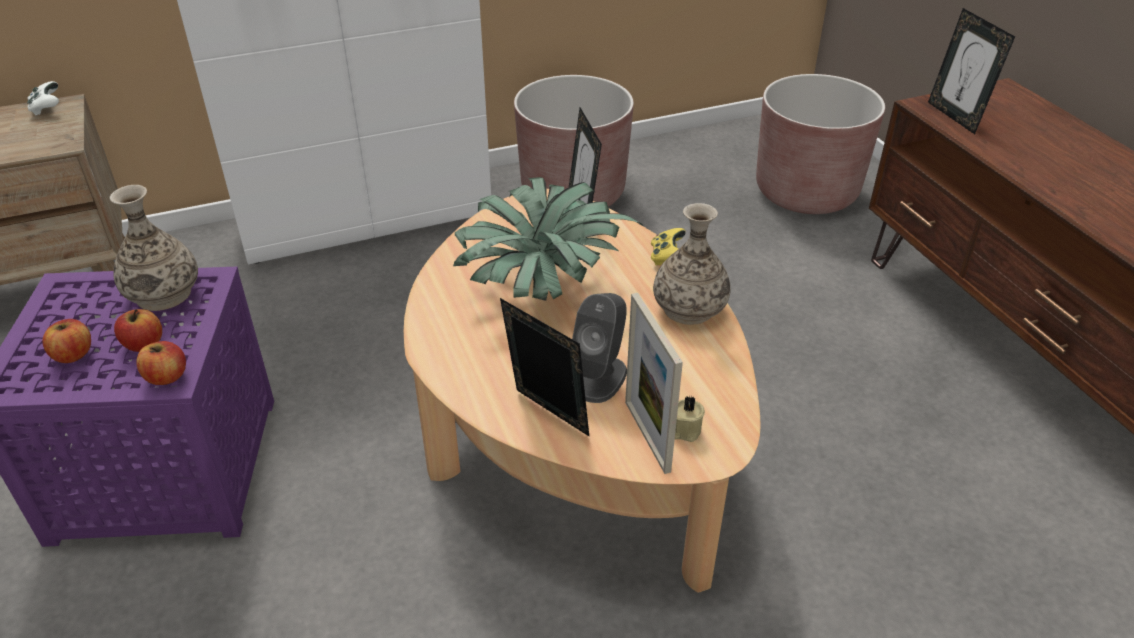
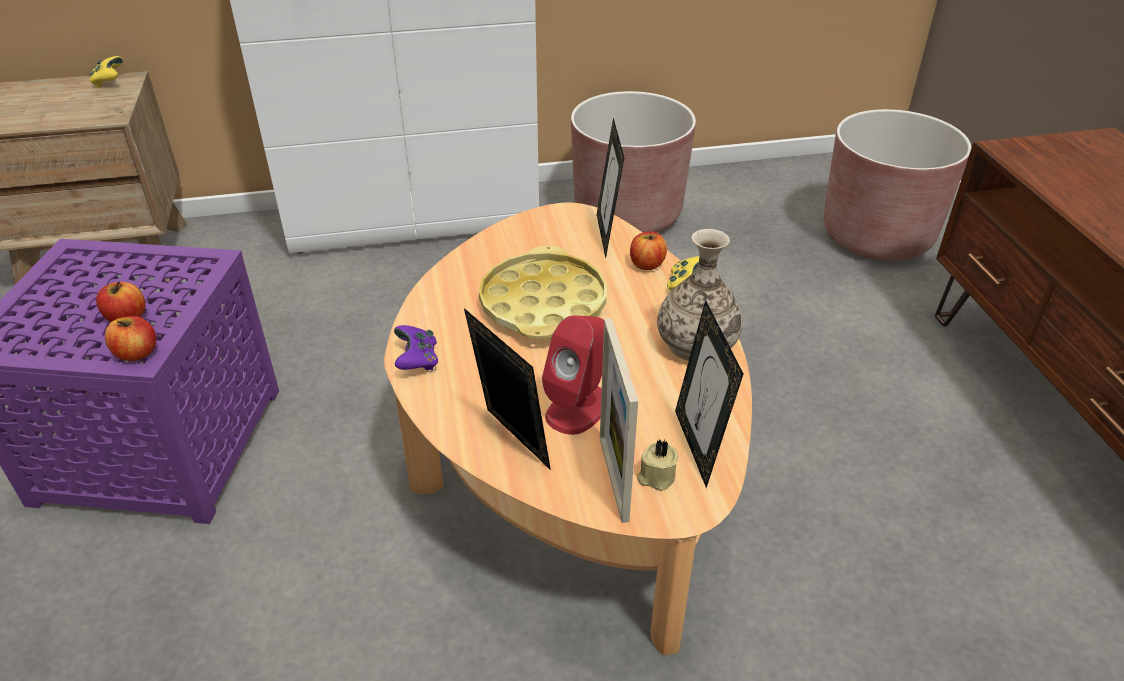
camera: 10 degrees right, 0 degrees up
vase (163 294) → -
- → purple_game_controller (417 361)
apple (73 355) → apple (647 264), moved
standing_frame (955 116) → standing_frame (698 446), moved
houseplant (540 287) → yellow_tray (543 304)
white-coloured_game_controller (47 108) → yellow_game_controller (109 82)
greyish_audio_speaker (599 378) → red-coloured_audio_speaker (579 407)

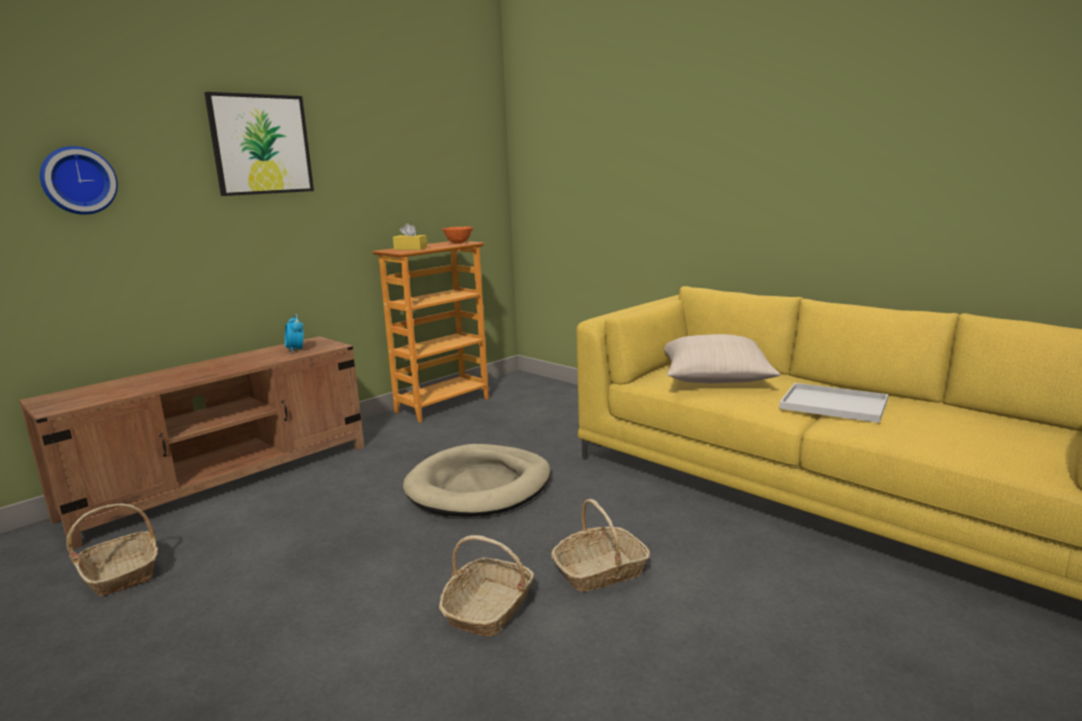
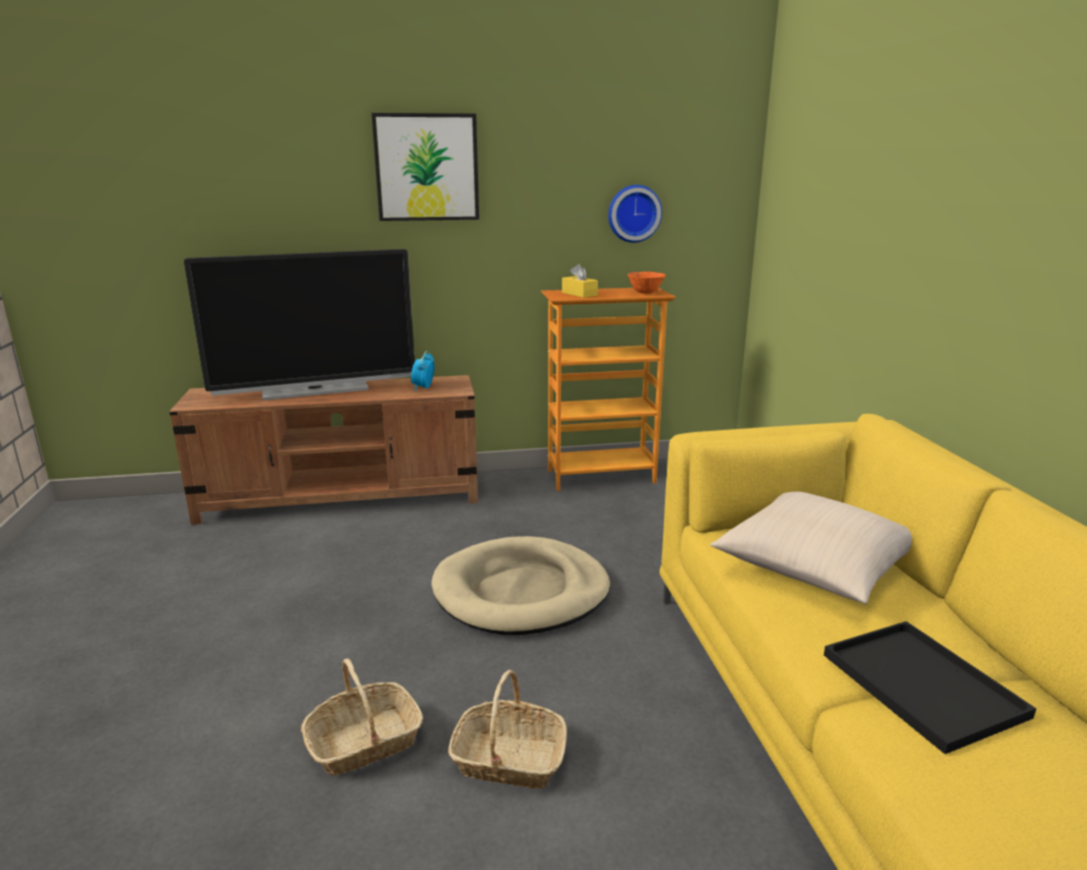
camera: 35 degrees right, 5 degrees up
basket (122 573) → -
- → television (315 390)
hanging_clock (78 180) → hanging_clock (633 213), moved
white-coloured_tray (831 404) → blackish_tray (918 683)

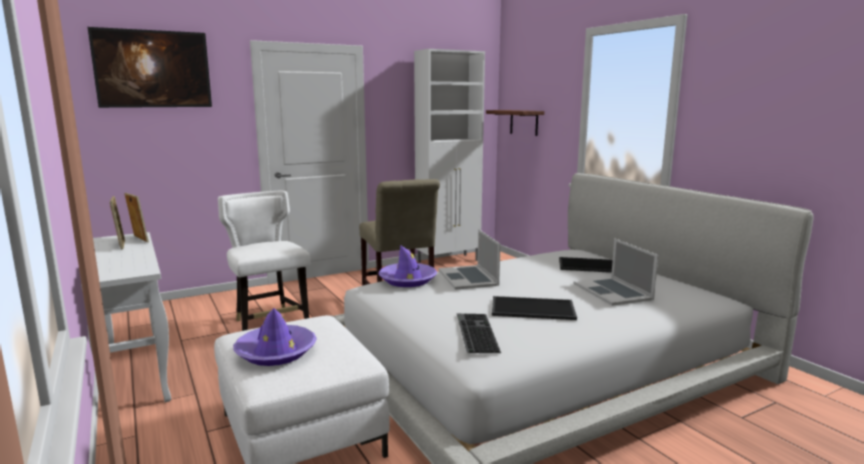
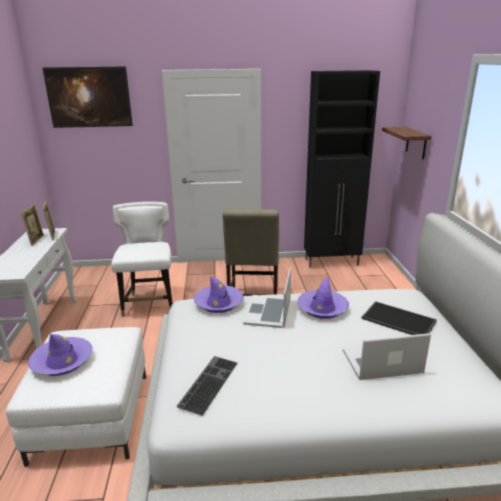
camera: 25 degrees right, 10 degrees up
tray (532 309) → -
- → purple_clothing_hat (322 308)
white-coloured_storage_cabinet (449 261) → blackish_storage_cabinet (332 262)
laptop (612 291) → laptop (382 362), 75 degrees clockwise

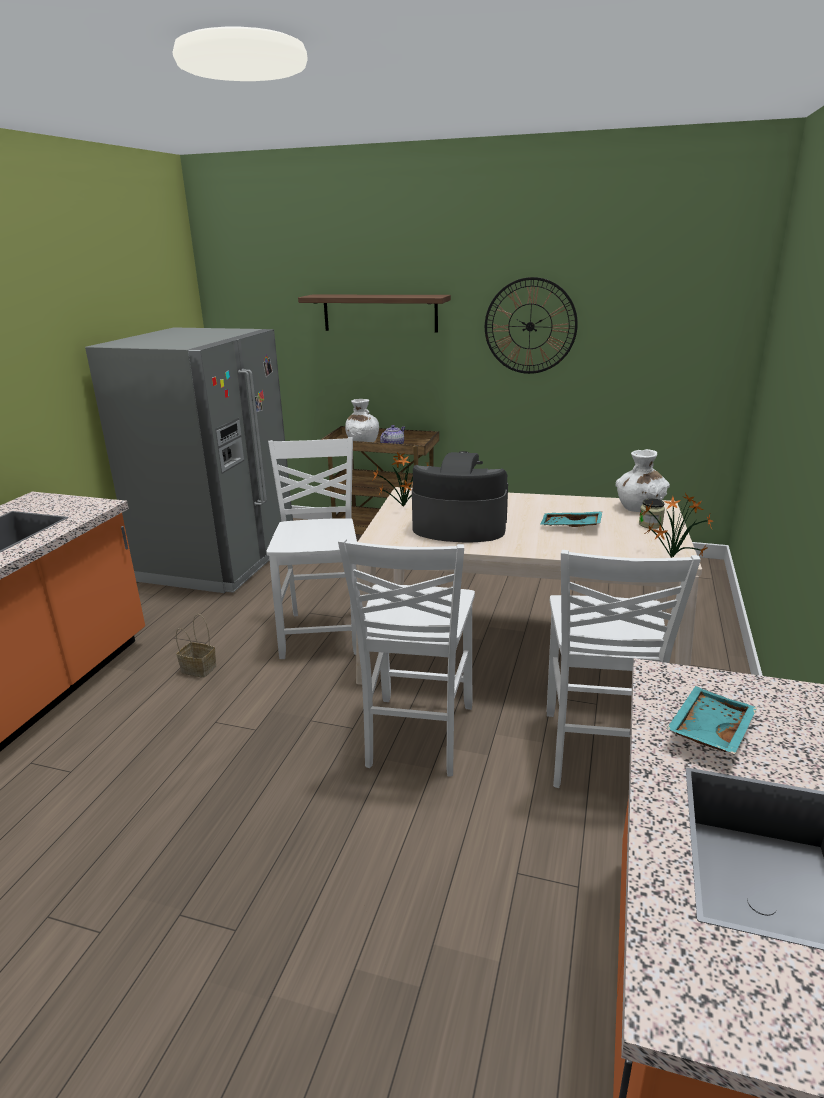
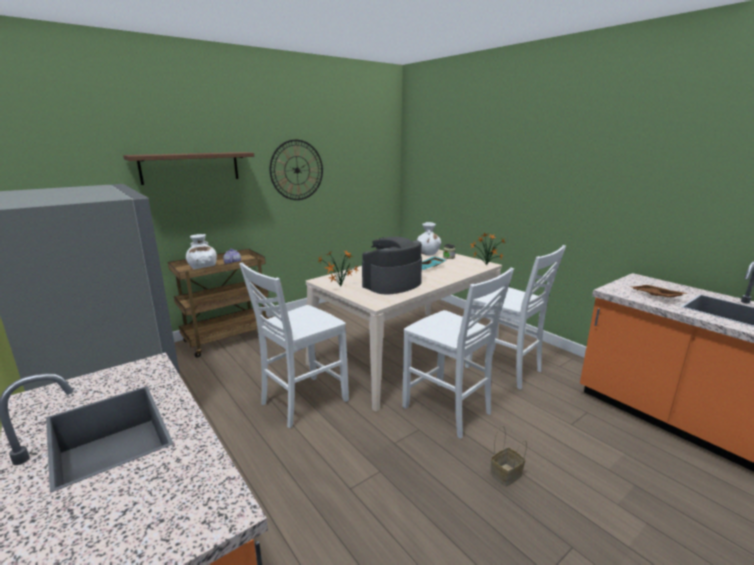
camera: 55 degrees left, 5 degrees down
basket (197 669) → basket (505 475), moved
blue-green_tray (708 730) → brown-coloured_tray (655 296)
white-coloured_upright_chair (323 632) → white-coloured_upright_chair (302 402), 75 degrees counterclockwise

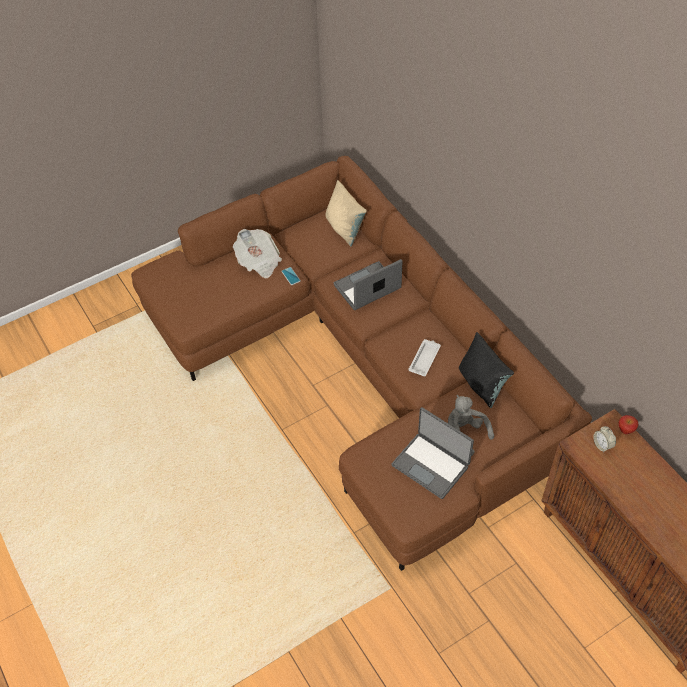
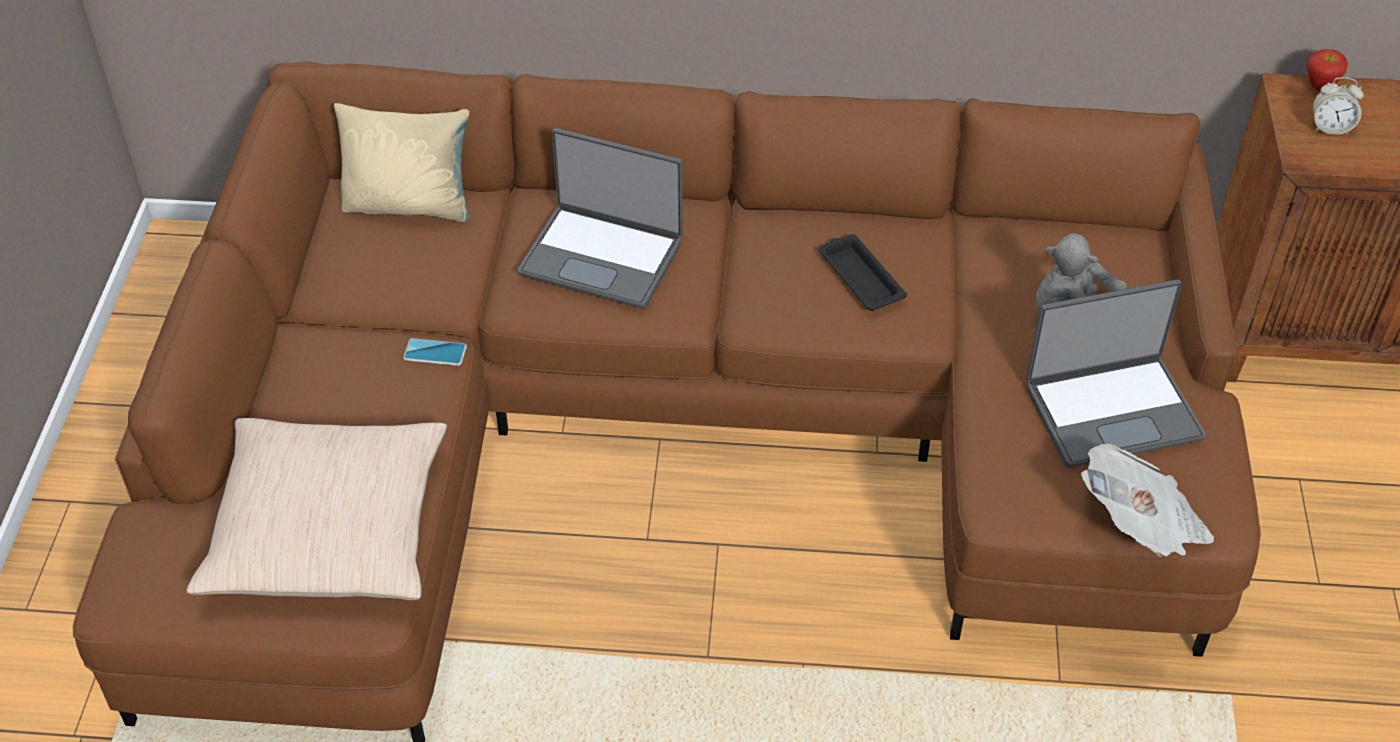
camera: 55 degrees left, 5 degrees down
blackish_pillow (481 384) → -
- → sand-coloured_pillow (329 529)
daily_paper (258 262) → daily_paper (1141 525), moved
white-coloured_tray (424 359) → blackish_tray (859 277)
laptop (368 288) → laptop (602 256), 75 degrees counterclockwise

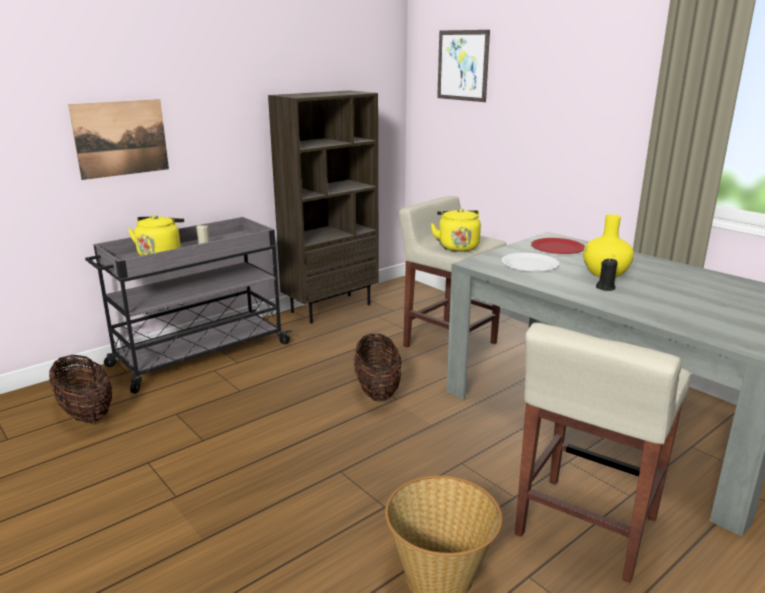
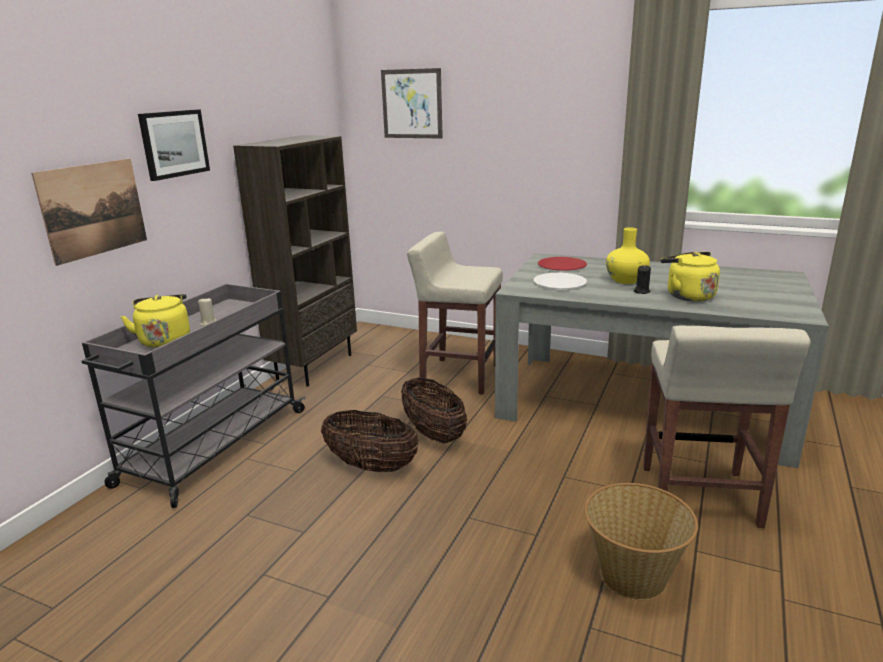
camera: 25 degrees left, 0 degrees up
- → wall_art (174 144)
basket (86 413) → basket (371 466), moved
yellow_water_kettle (457 246) → yellow_water_kettle (687 296), moved

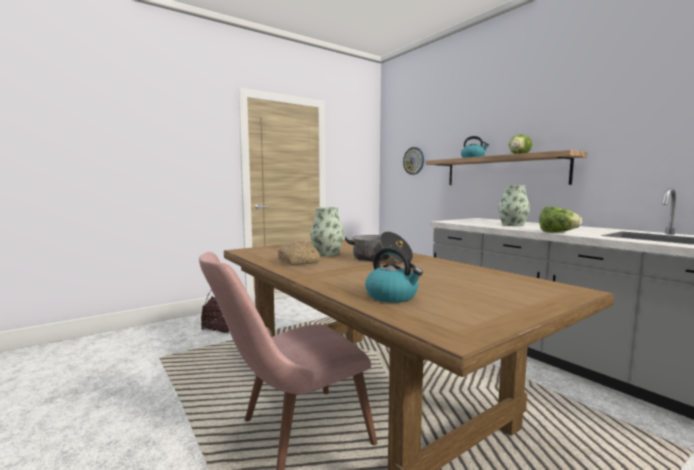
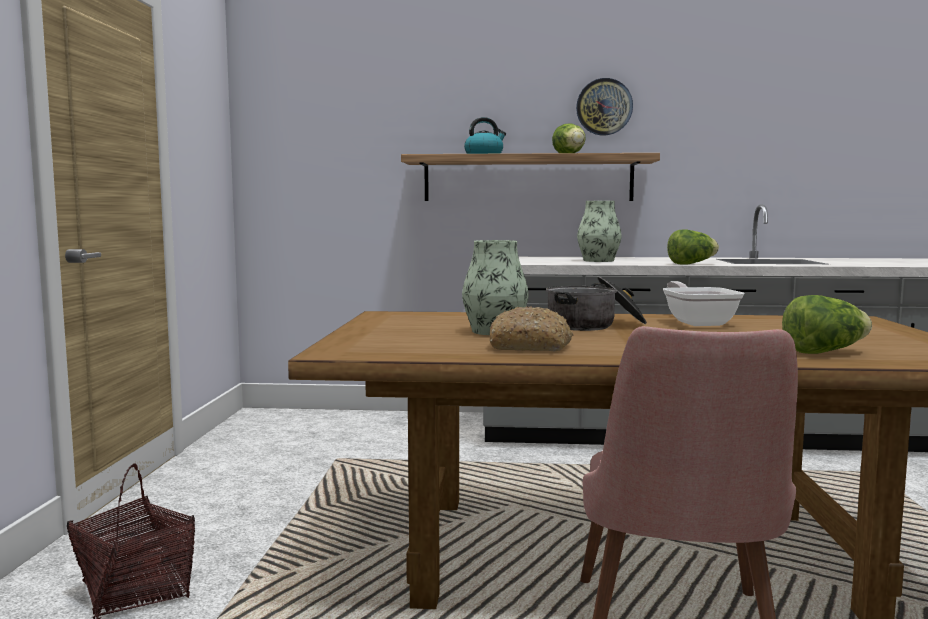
camera: 50 degrees left, 0 degrees up
- → pan (698 322)
hanging_clock (414 161) → hanging_clock (604 107), moved
water_kettle (392 296) → lettuce (823 352)

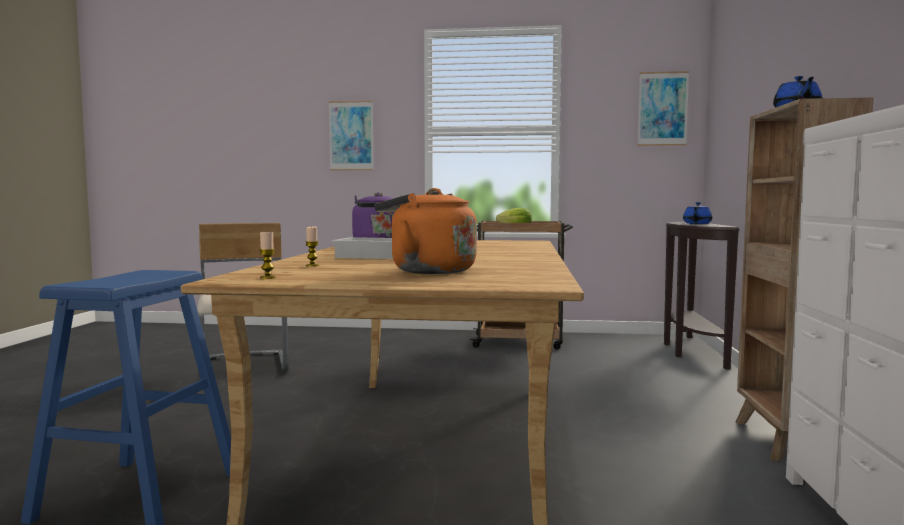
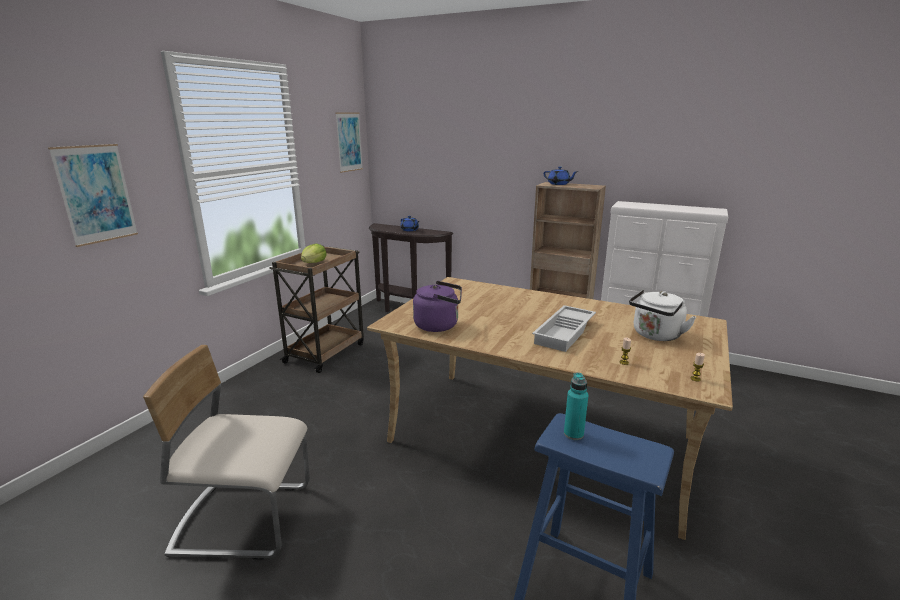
camera: 70 degrees left, 15 degrees up
- → blue-green_bottle (573 434)
orange_water_kettle (427 271) → white-coloured_water_kettle (655 335)

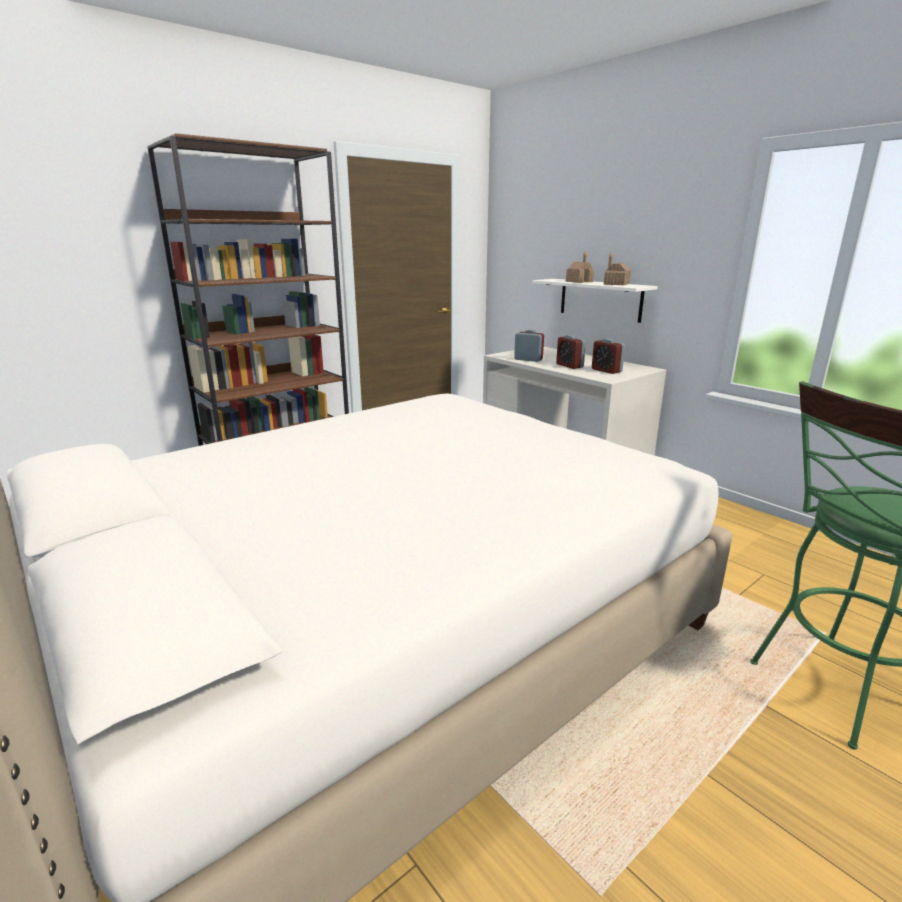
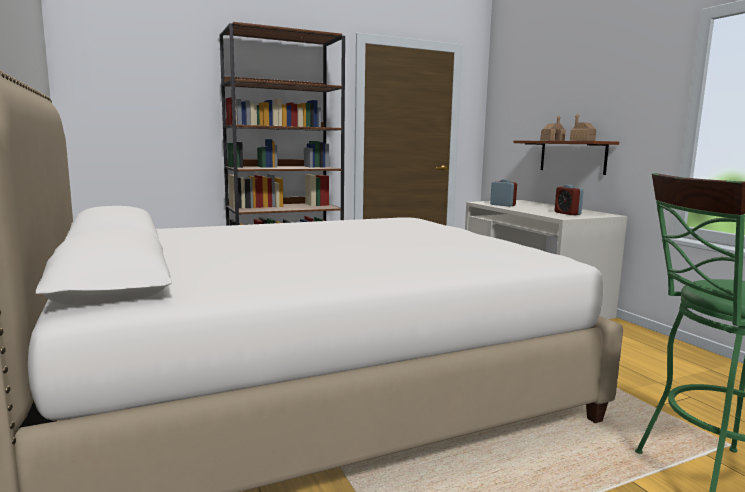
camera: 15 degrees right, 10 degrees down
alarm_clock (569 366) → -
white-coloured_shelf (600 299) → brown-coloured_shelf (572 156)

